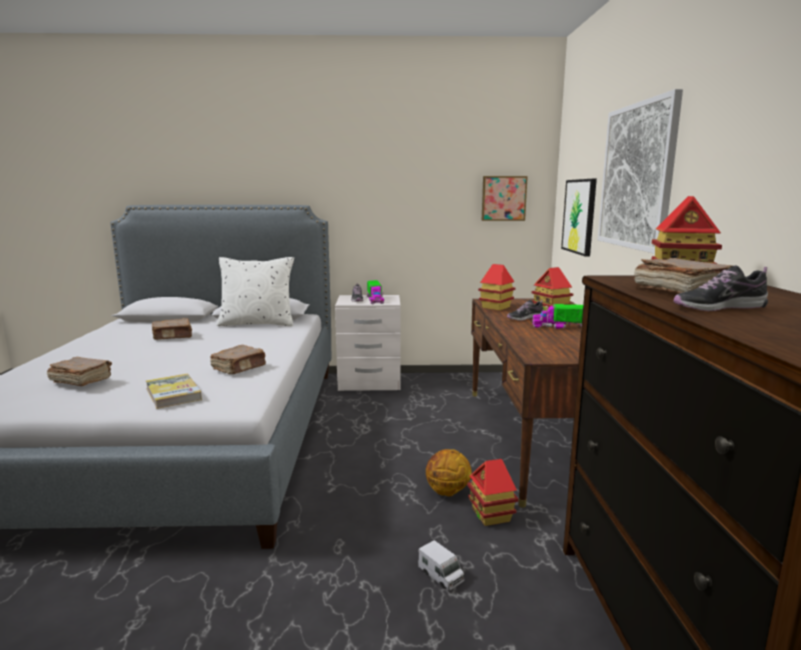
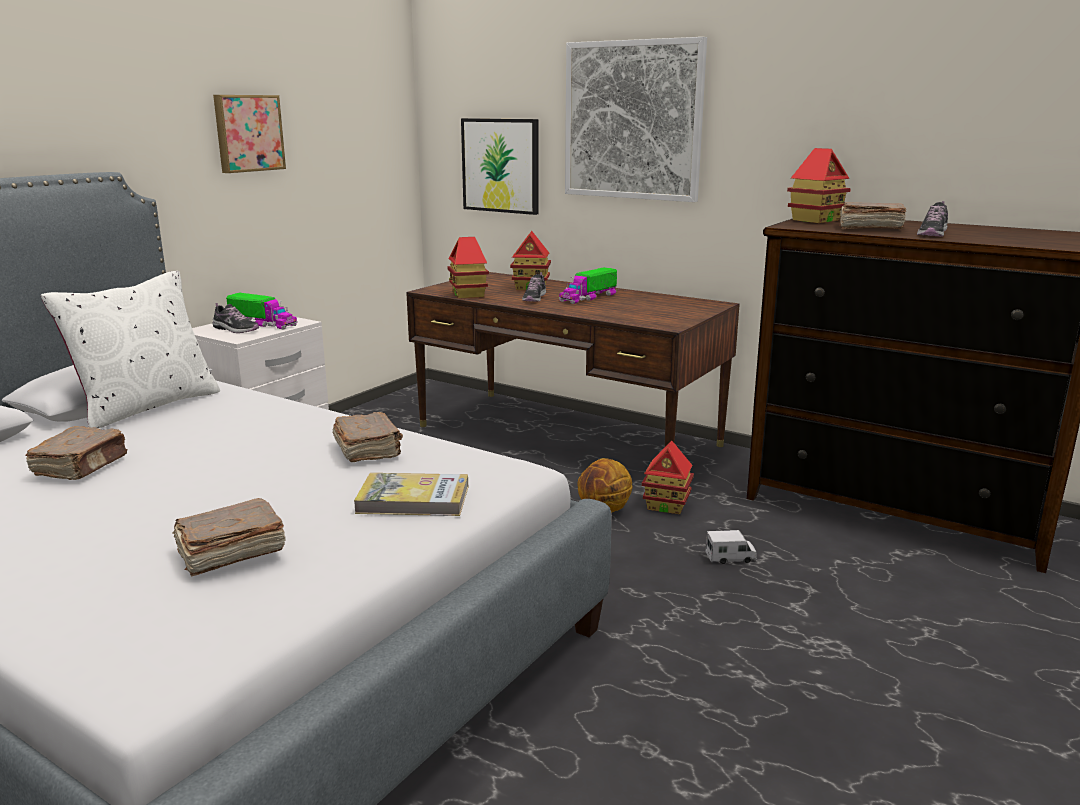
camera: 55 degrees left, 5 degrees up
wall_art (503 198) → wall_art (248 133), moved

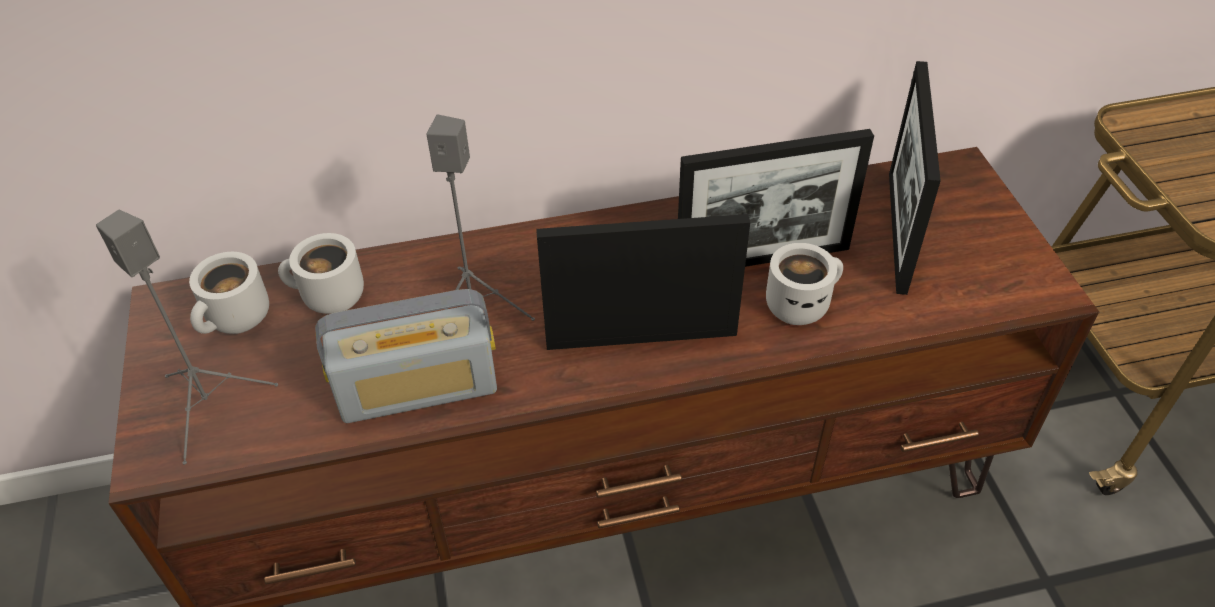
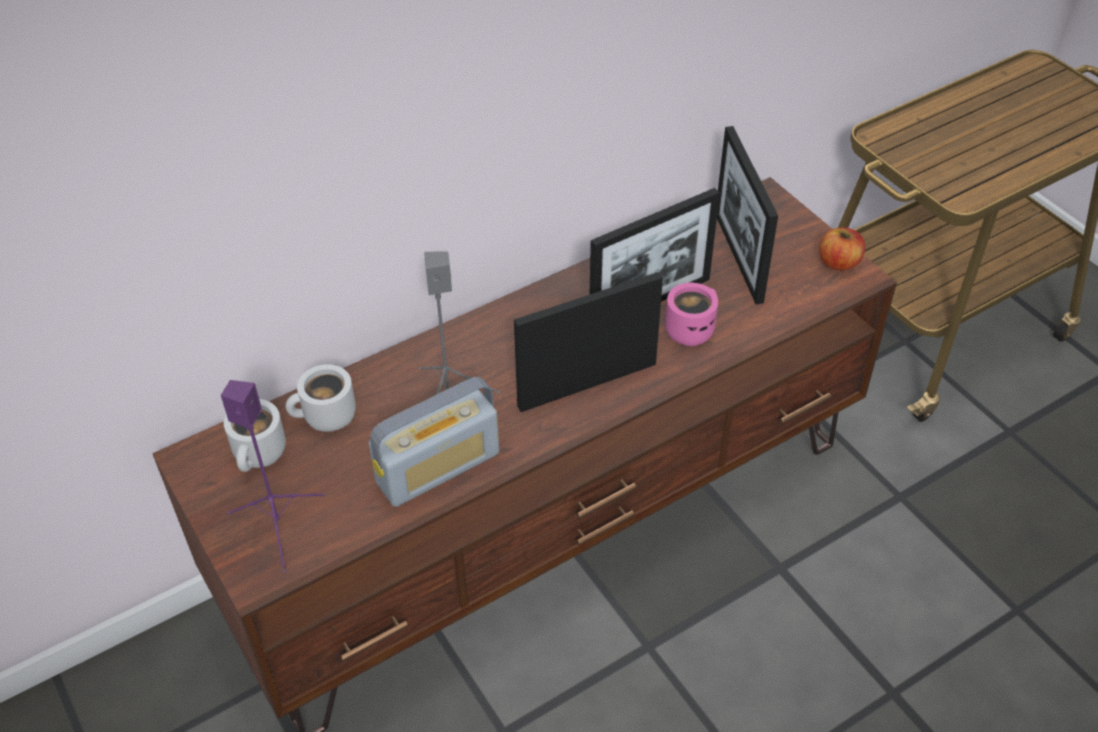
camera: 20 degrees left, 0 degrees up
- → apple (838 262)
greyish_audio_speaker (211 406) → purple_audio_speaker (279 524)
white-coloured_tea_mug (799 302) → pink-coloured_tea_mug (690 328)

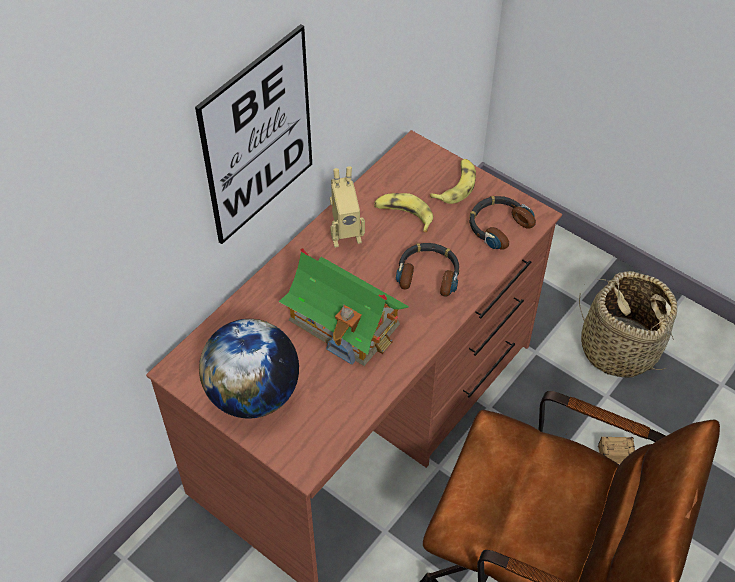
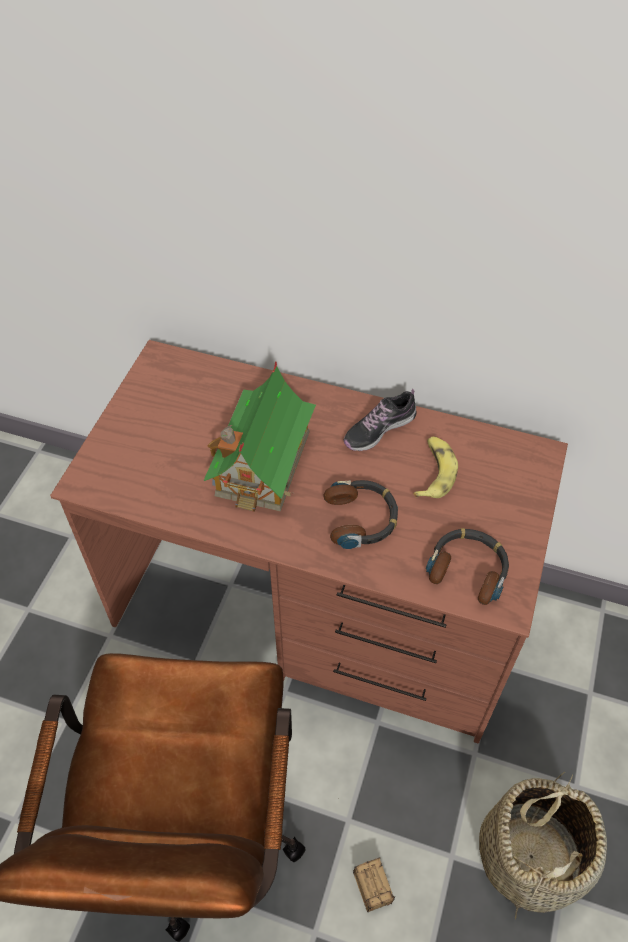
camera: 70 degrees right, 0 degrees up
wall_art (258 137) → -
world_globe (253 394) → -
banana (456 186) → -
toy_robot (345 235) → low_shoe (379 429)

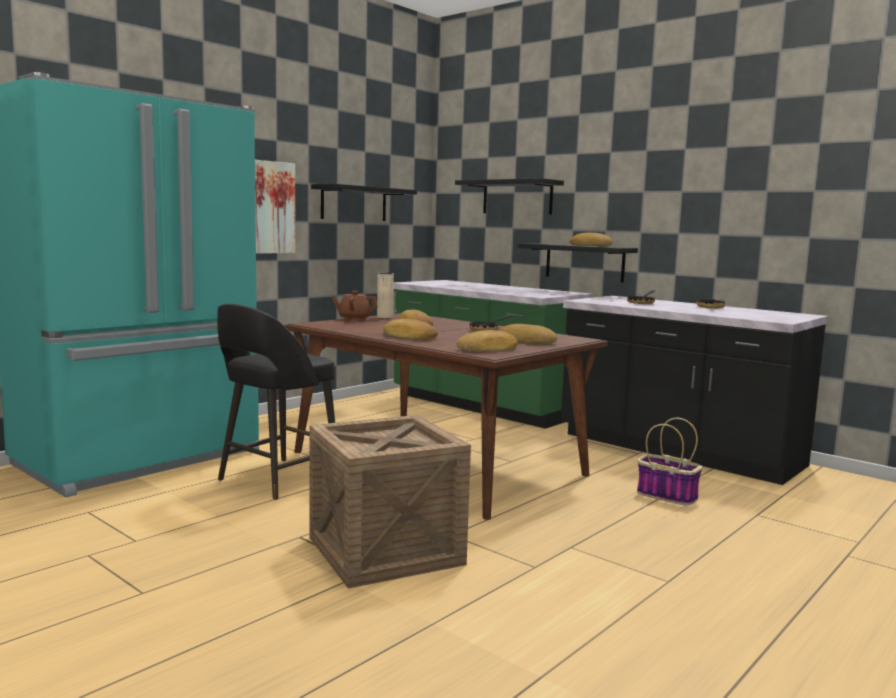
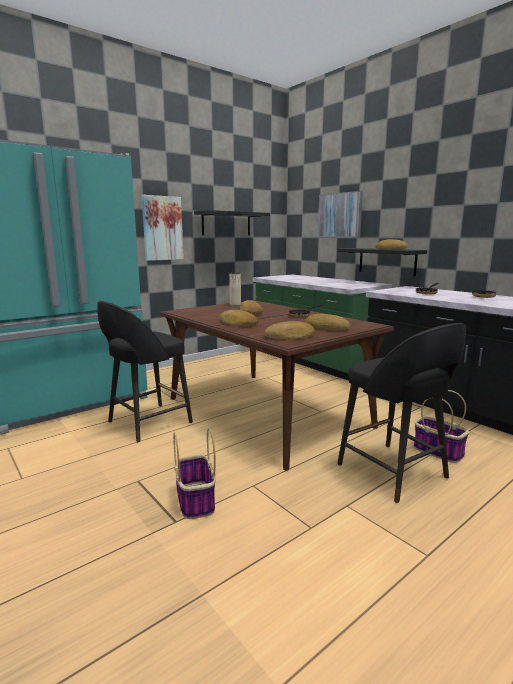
camera: 10 degrees right, 5 degrees up
brown-coloured_tea_pot (354 319) → -
- → blackish_stool_seat (394 472)
shipping_crate (385 550) → basket (195 500)
blackish_shelf (517 197) → wall_art (340 215)

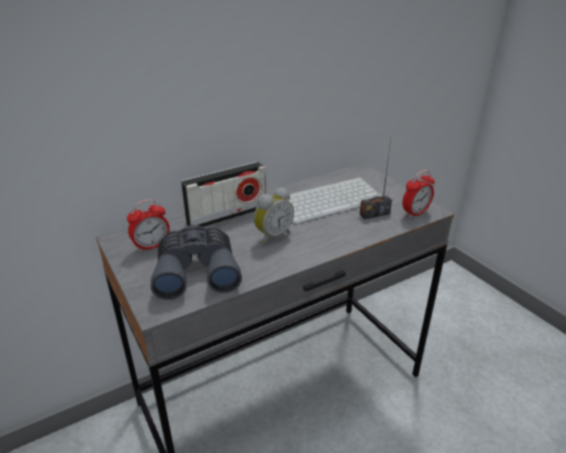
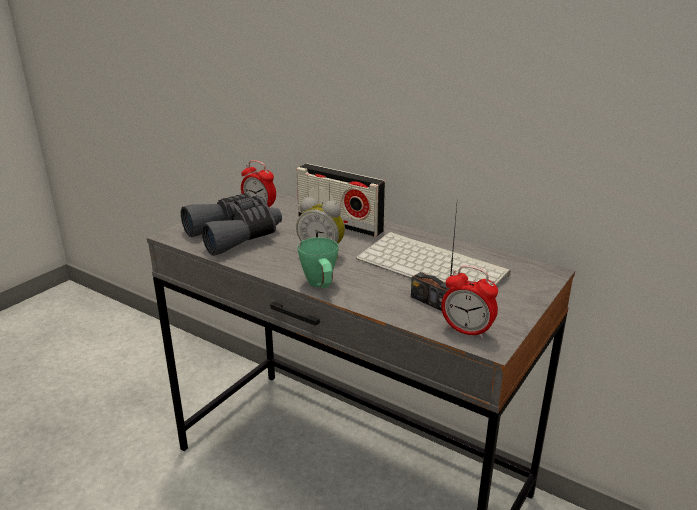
camera: 65 degrees right, 5 degrees down
- → green_tea_mug (321 287)

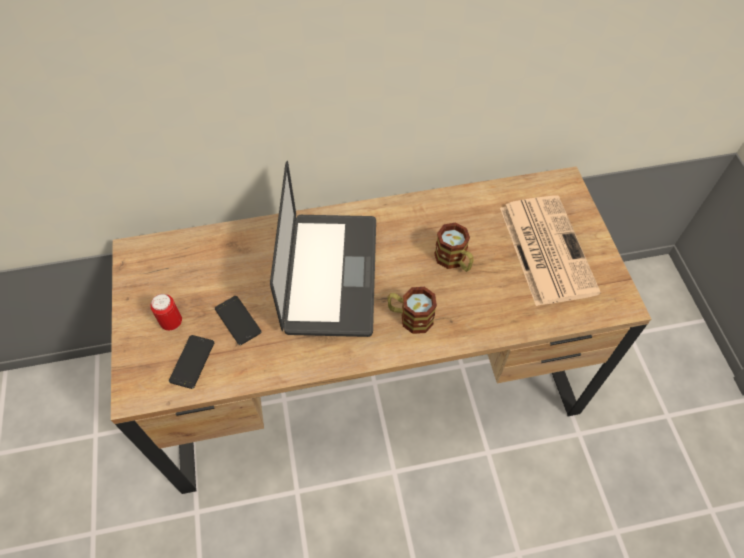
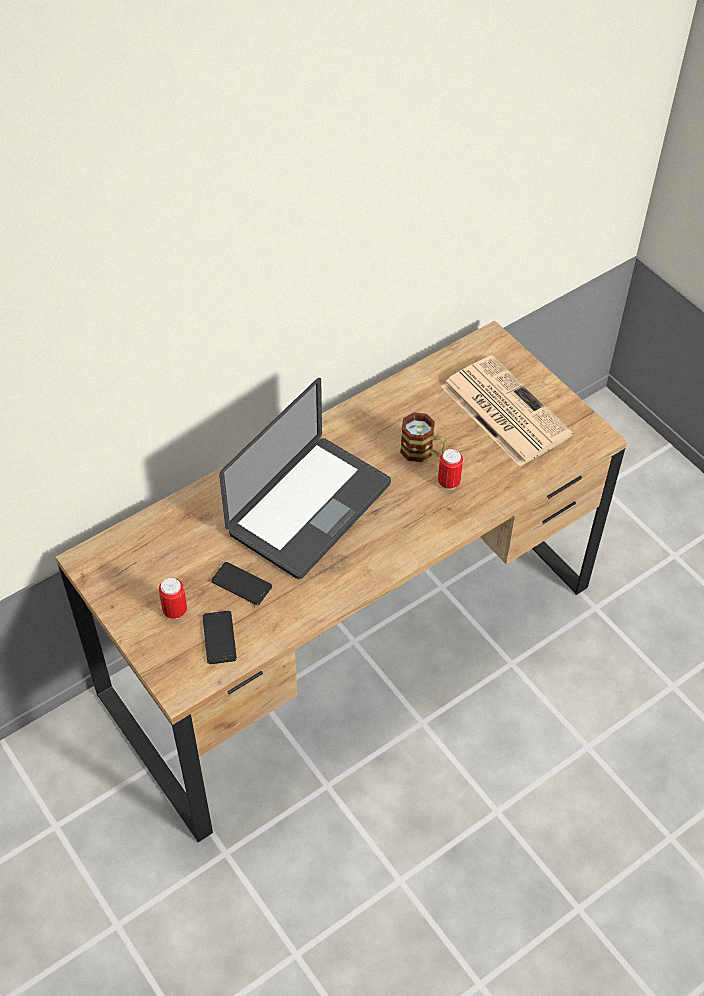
camera: 25 degrees left, 5 degrees down
tea_mug (410 317) → -
- → sealed_can (449 482)
laptop (331 275) → laptop (310 508), 60 degrees clockwise

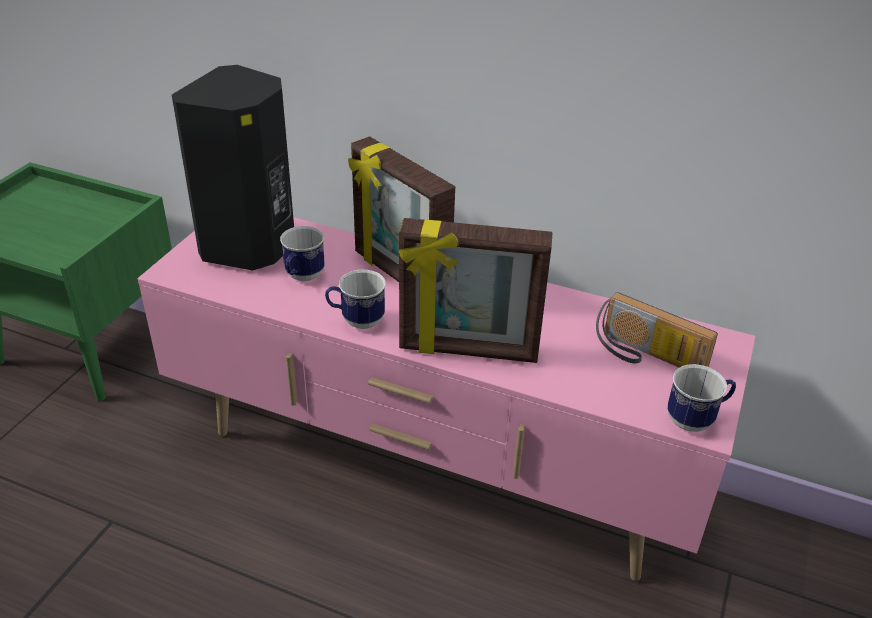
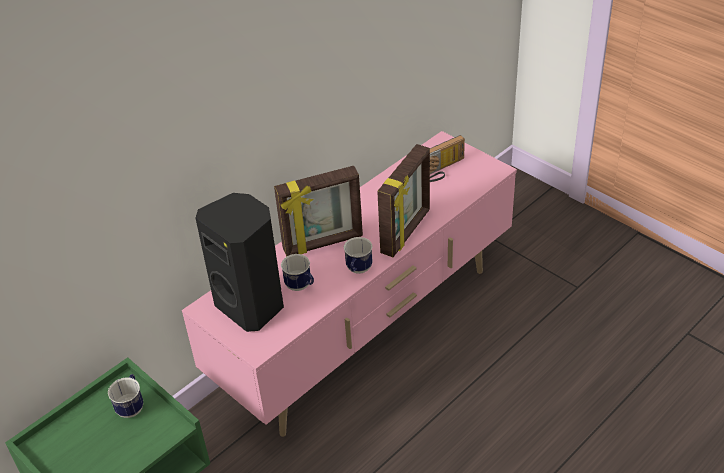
camera: 65 degrees left, 5 degrees up
tea_mug (696 419) → tea_mug (132 406), moved

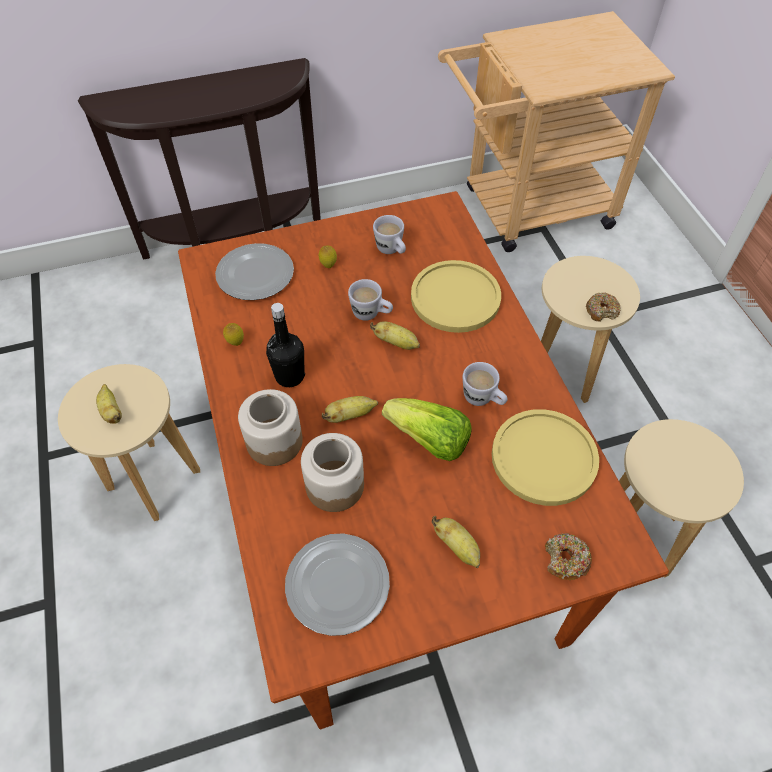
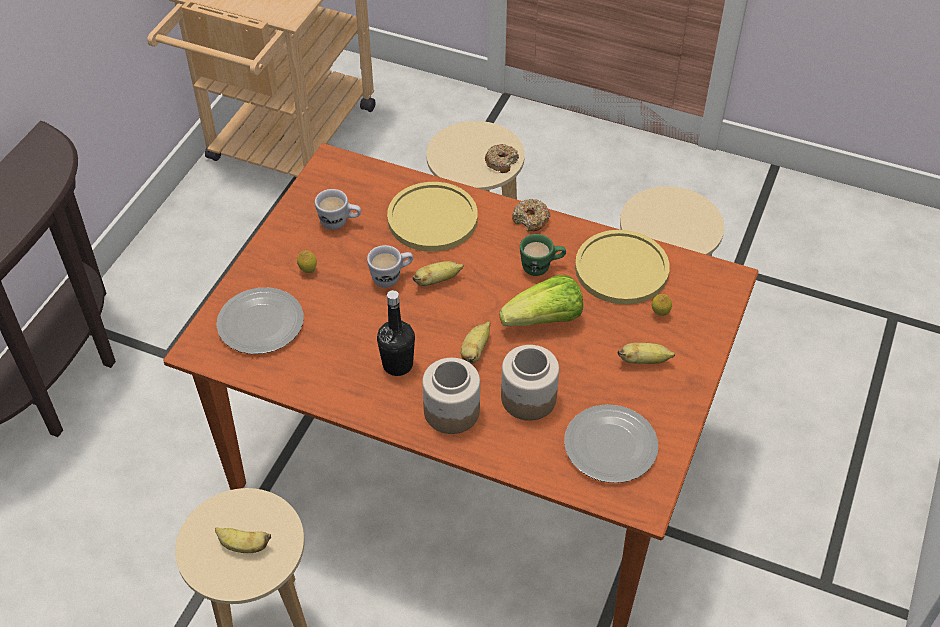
camera: 50 degrees left, 5 degrees down
lemon (235 342) → lemon (660 314), moved
donut (565 560) → donut (531 220), moved
white-coloured_tea_mug (483 400) → green_tea_mug (541 267)

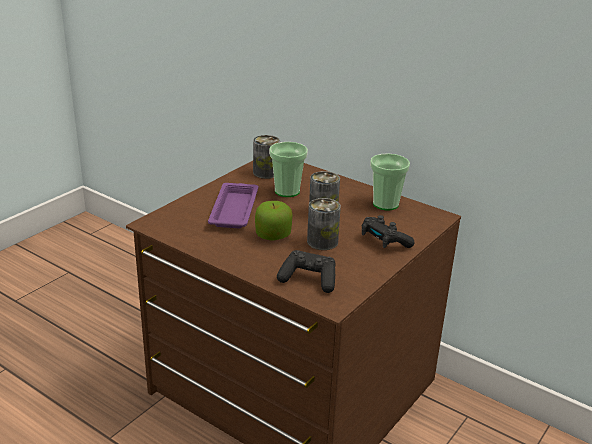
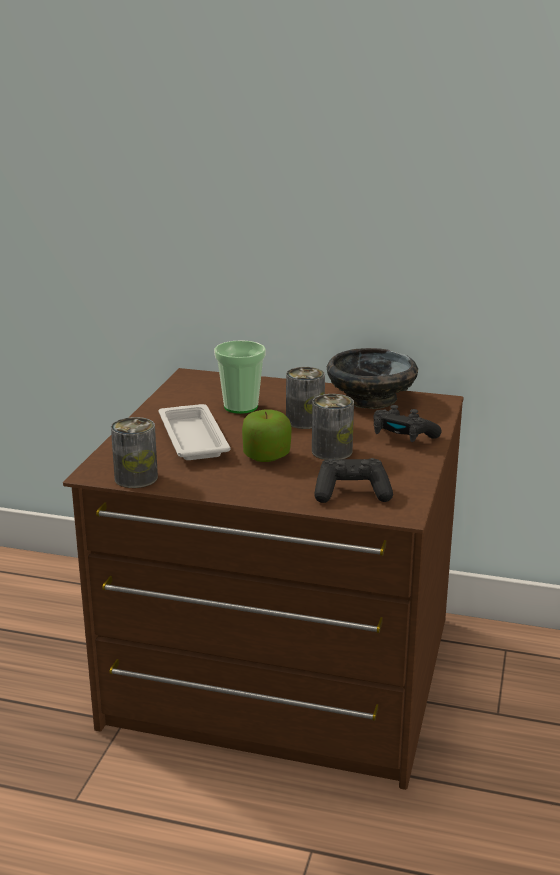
camera: 20 degrees left, 5 degrees down
sealed_can (266 172) → sealed_can (136 478), moved
drinking_cup (385 204) → blackish_deep_dish (370 399)
purple_tray (234 209) → white-coloured_tray (192 438)

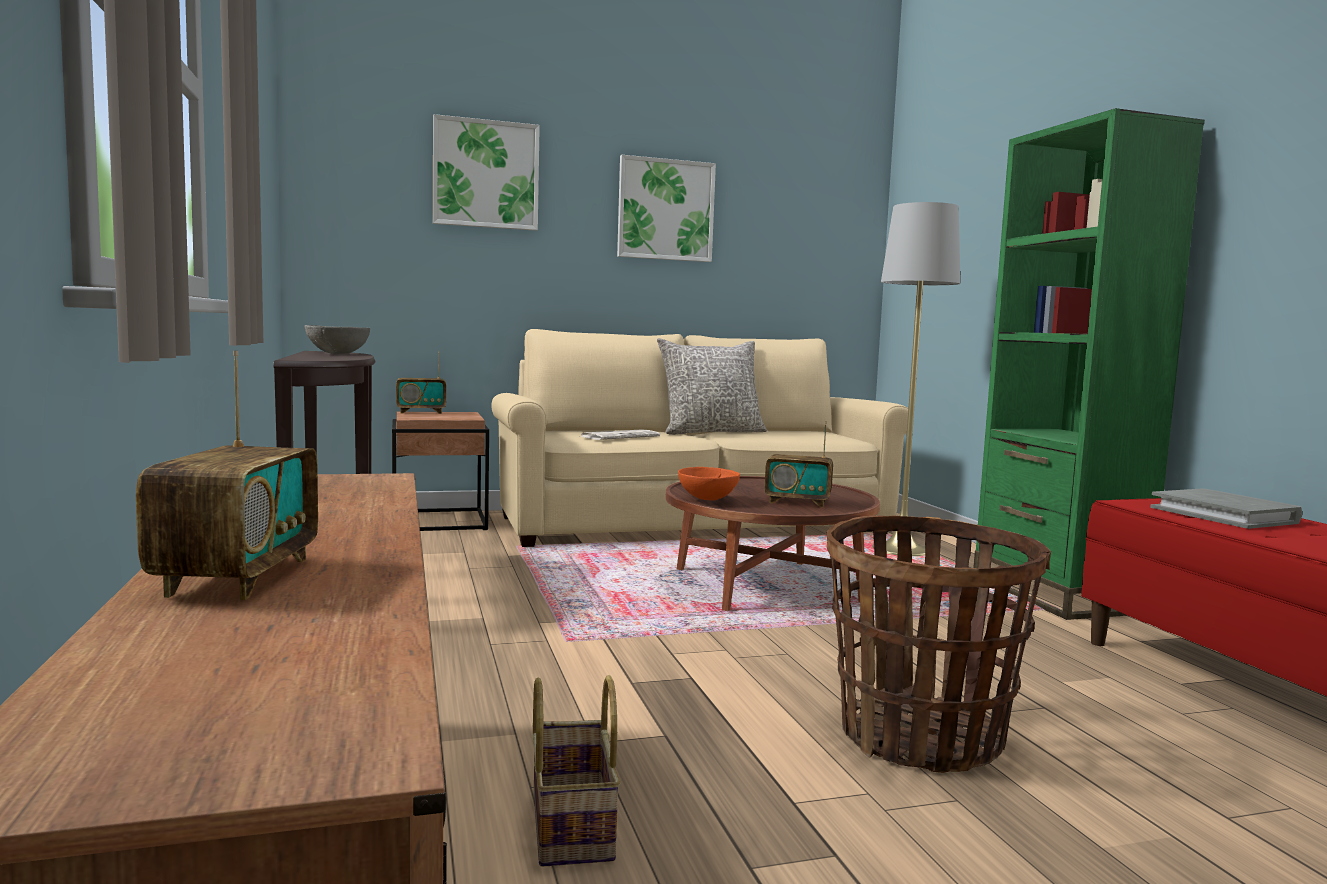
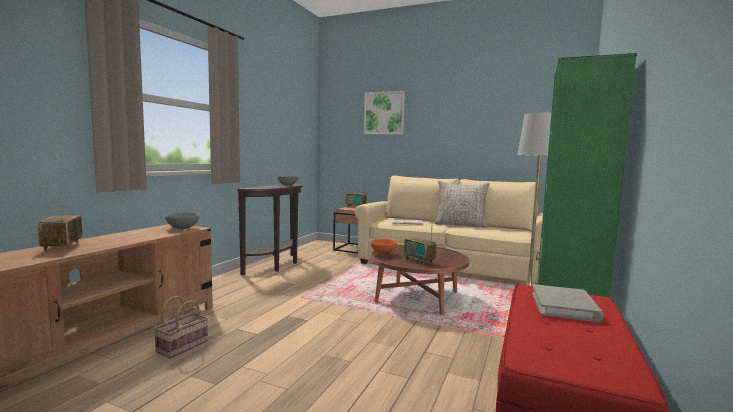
camera: 40 degrees right, 0 degrees up
wall_art (665 210) → -
basket (920 738) → -
- → greyish_deep_dish (183 228)
radio (237 577) → radio (62 247), 120 degrees clockwise

